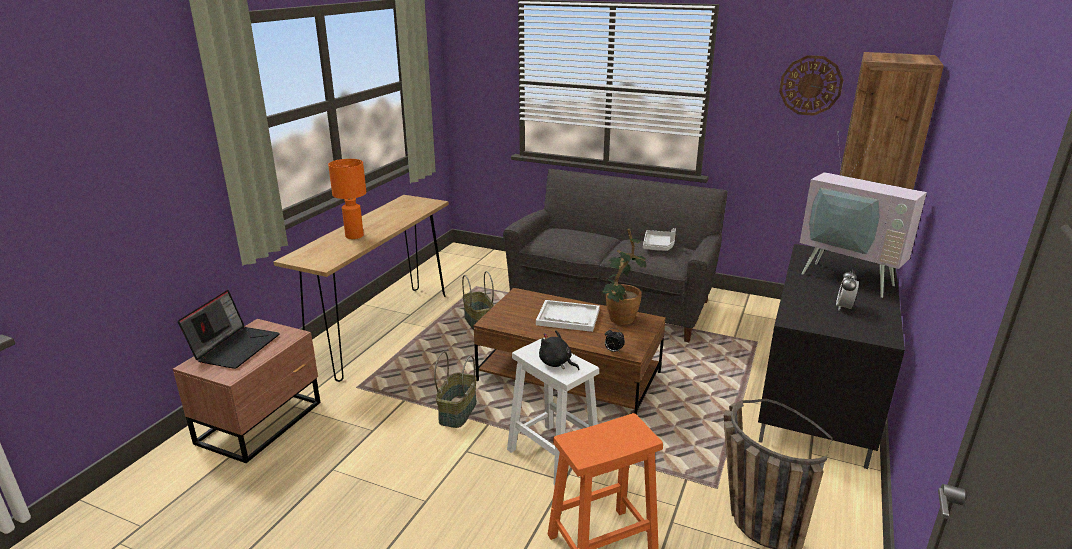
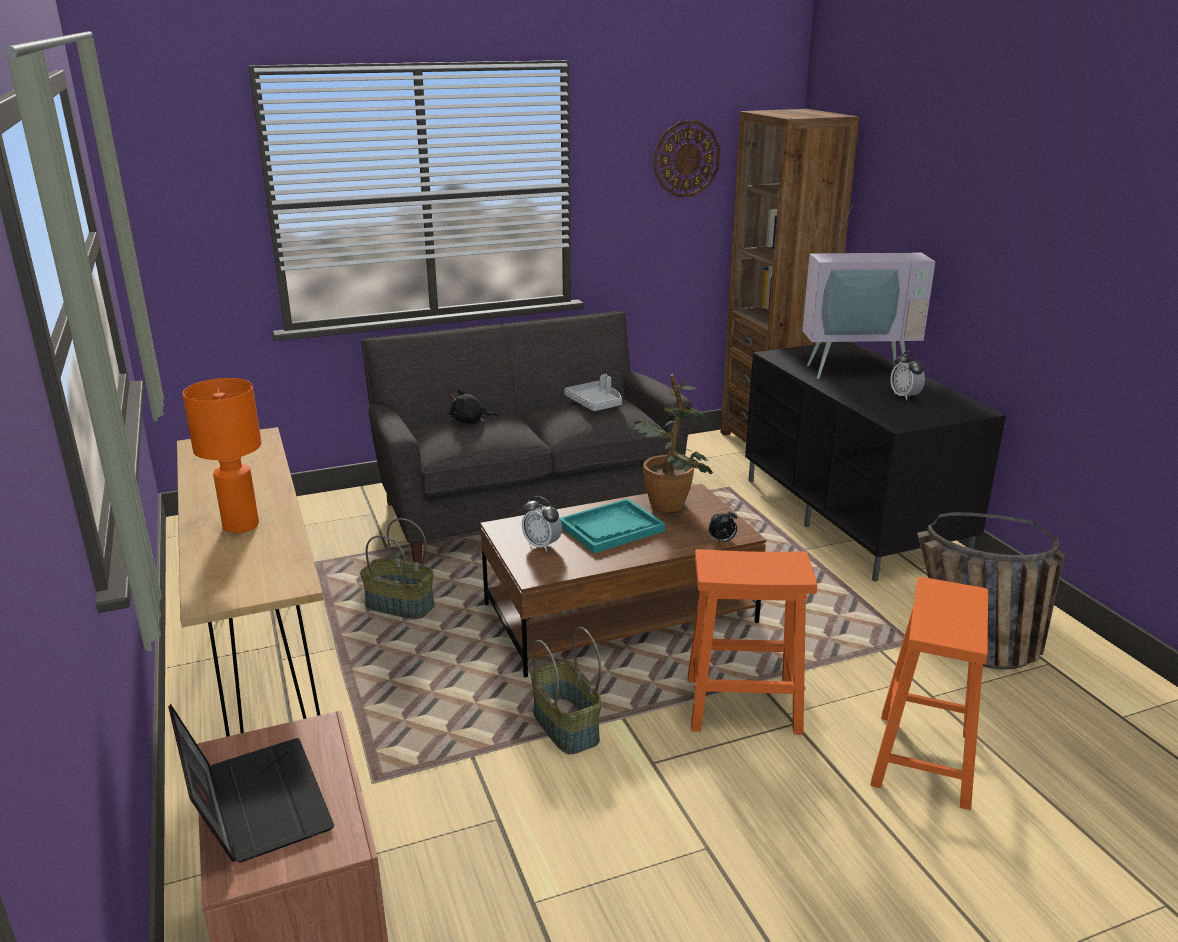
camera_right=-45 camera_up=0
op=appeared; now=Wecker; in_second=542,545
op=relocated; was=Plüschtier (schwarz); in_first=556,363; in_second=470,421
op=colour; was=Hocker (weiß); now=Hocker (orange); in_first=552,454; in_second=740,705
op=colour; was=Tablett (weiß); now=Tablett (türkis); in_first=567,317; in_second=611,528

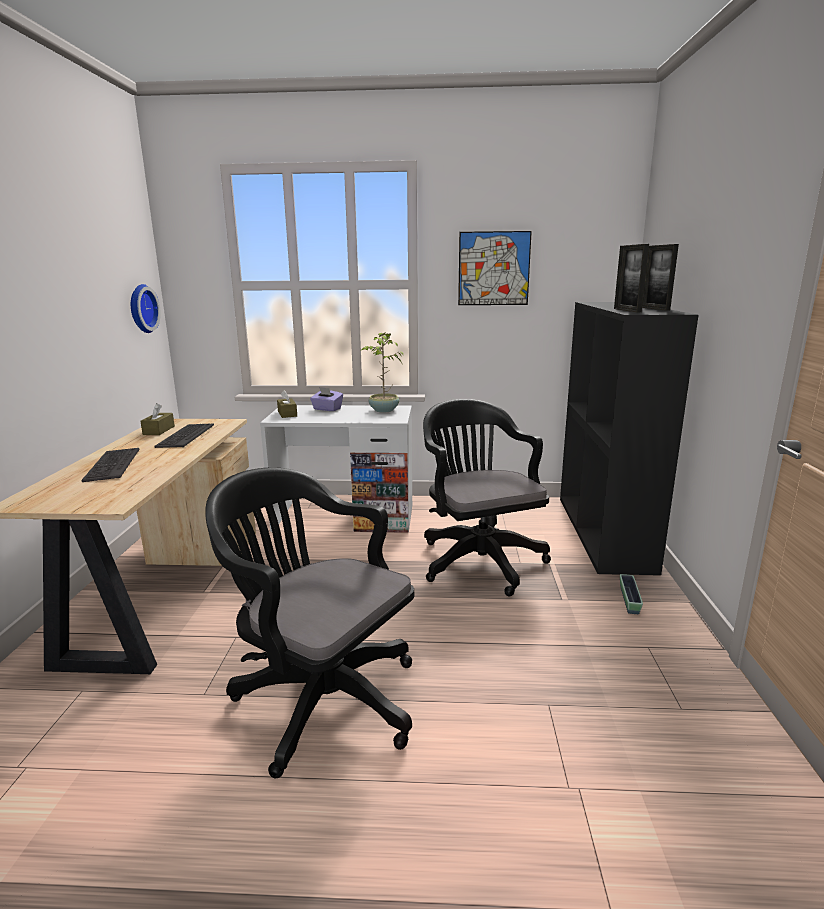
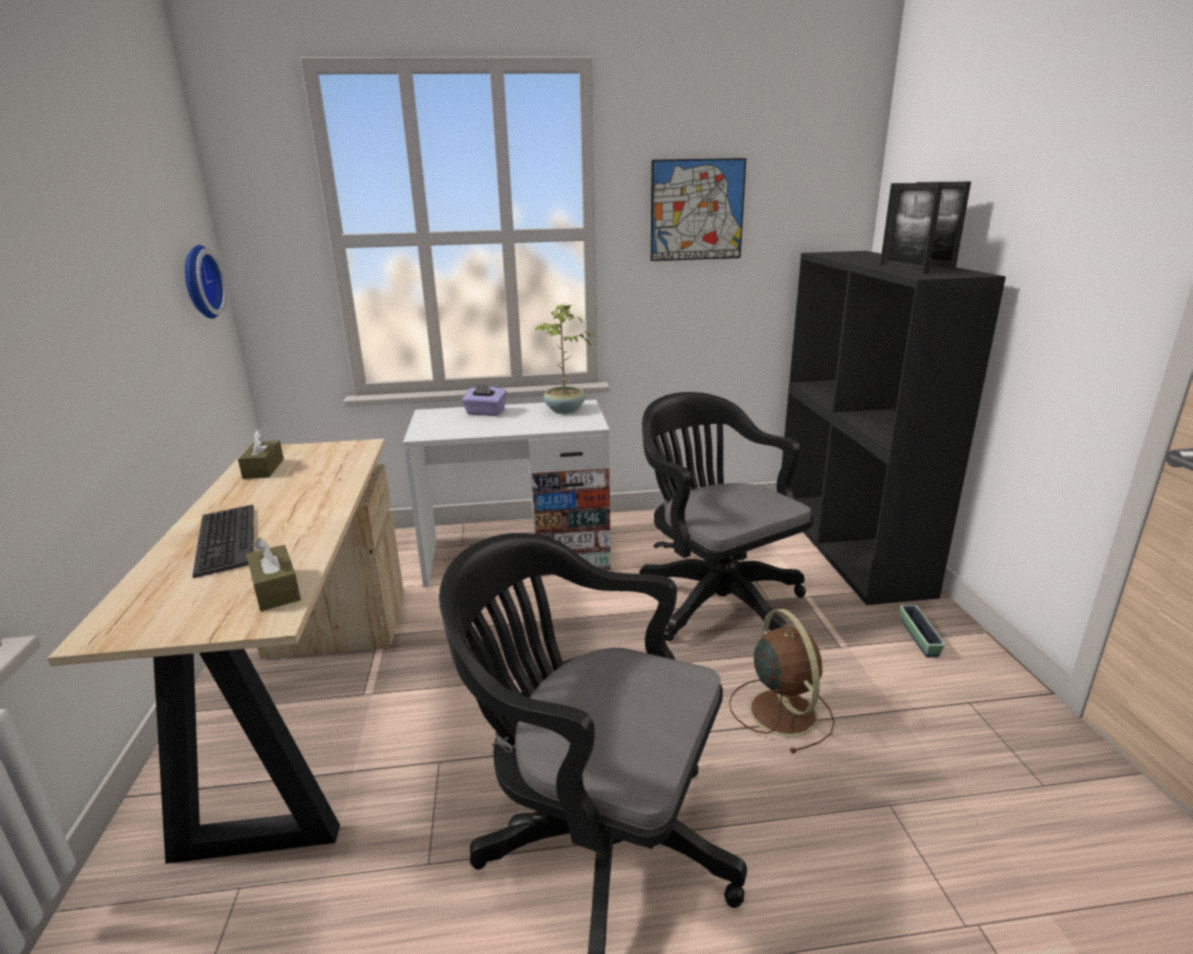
camera_right=-10 camera_up=5
op=missing; was=Tastatur; in_first=185,436
op=appeared; now=Ventilator (braun); in_second=781,710
op=relocated; was=Taschentuchbox (braun); in_first=287,414; in_second=276,589

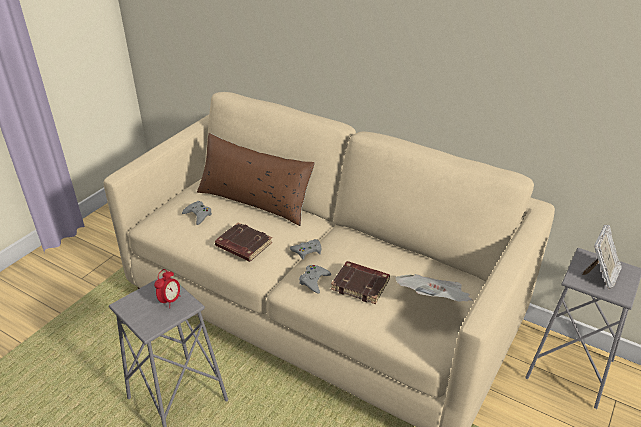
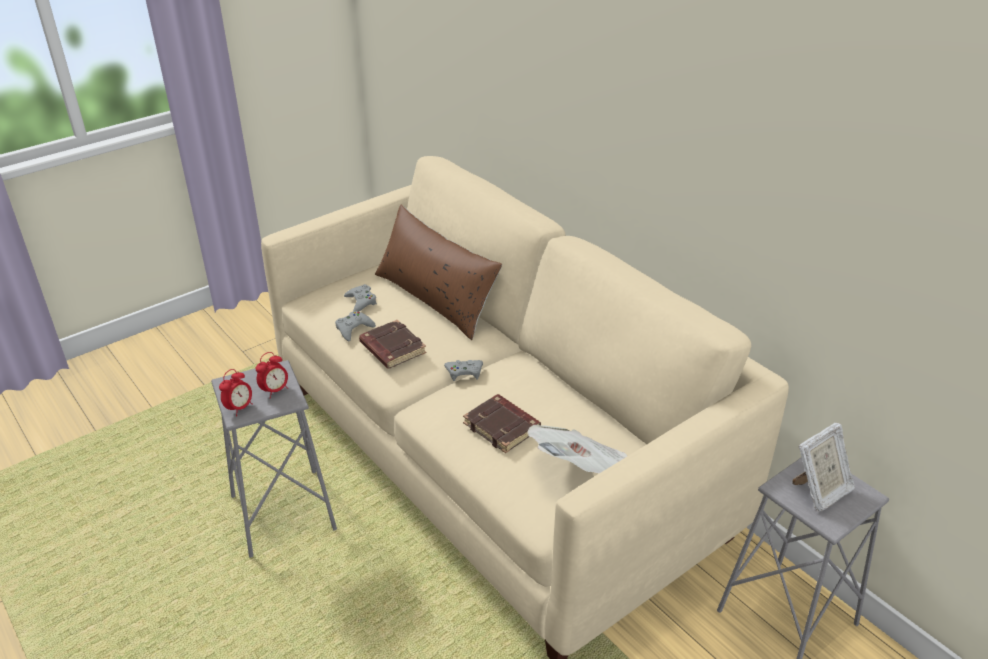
camera_right=20 camera_up=0
op=appeared; now=Wecker; in_second=239,408
op=relocated; was=Gamepad (grau); in_first=314,281; in_second=353,329

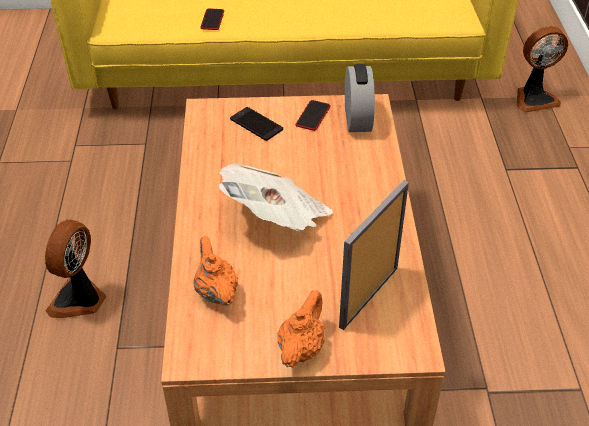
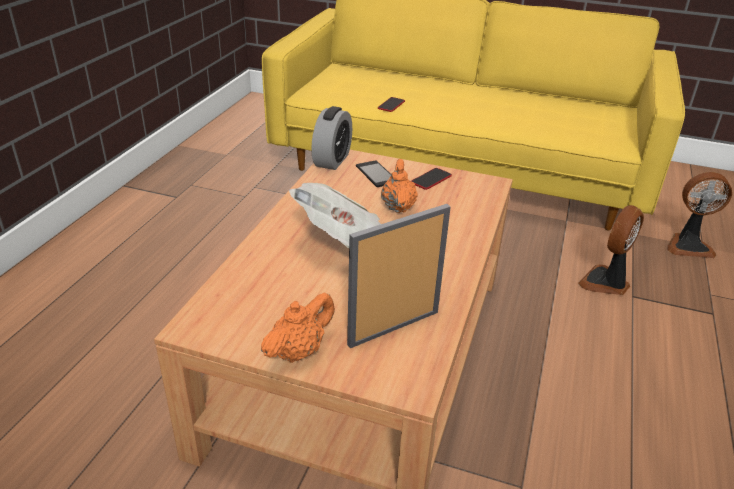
camera_right=20 camera_up=-10
op=relocated; was=Ventilator; in_first=80,299; in_second=606,283
op=relocated; was=Teekanne (orange); in_first=216,291; in_second=398,206
op=relocated; was=Wecker; in_first=357,119; in_second=332,160

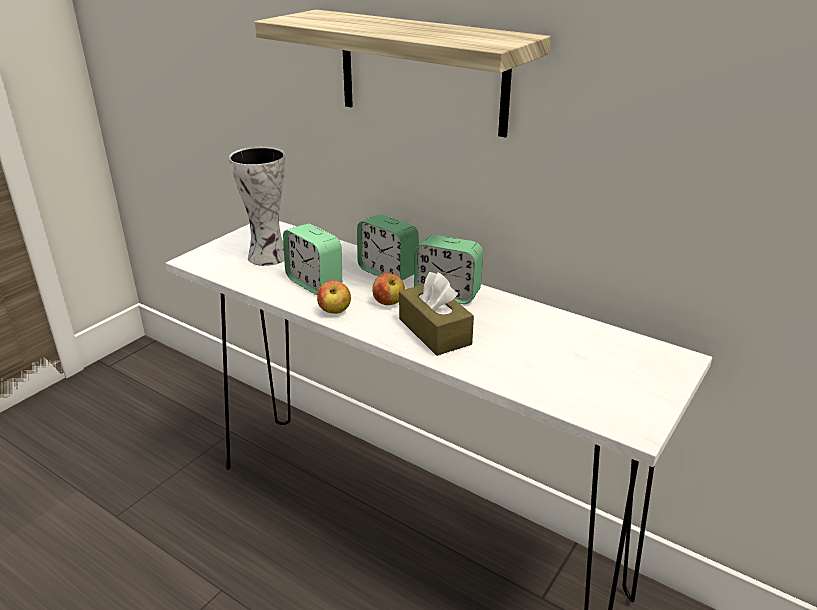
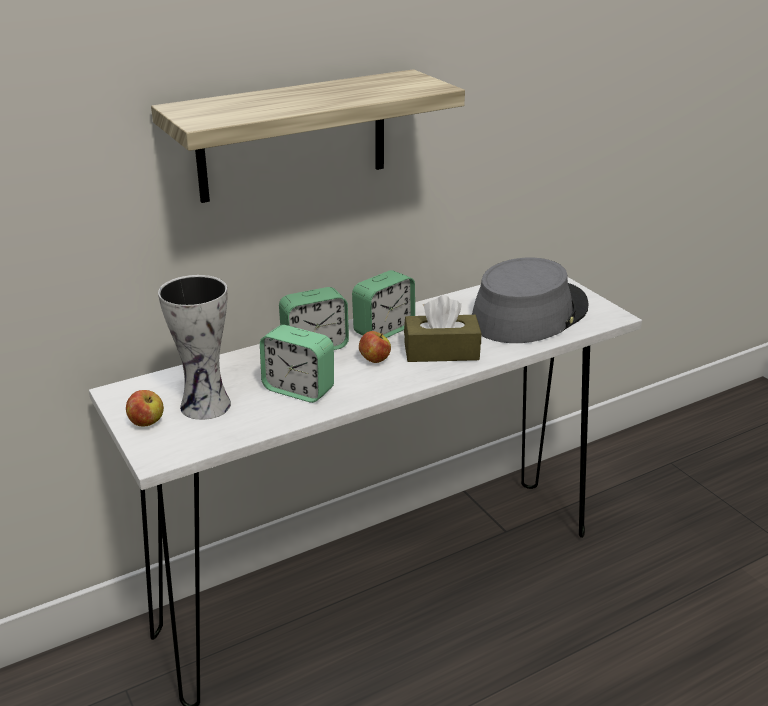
camera_right=-65 camera_up=0
op=appeared; now=Hut (grau); in_second=529,314
op=relocated; was=Apfel; in_first=334,311; in_second=147,423
op=spun; was=Wecker; in_first=314,283; in_second=298,389; clockwise=45

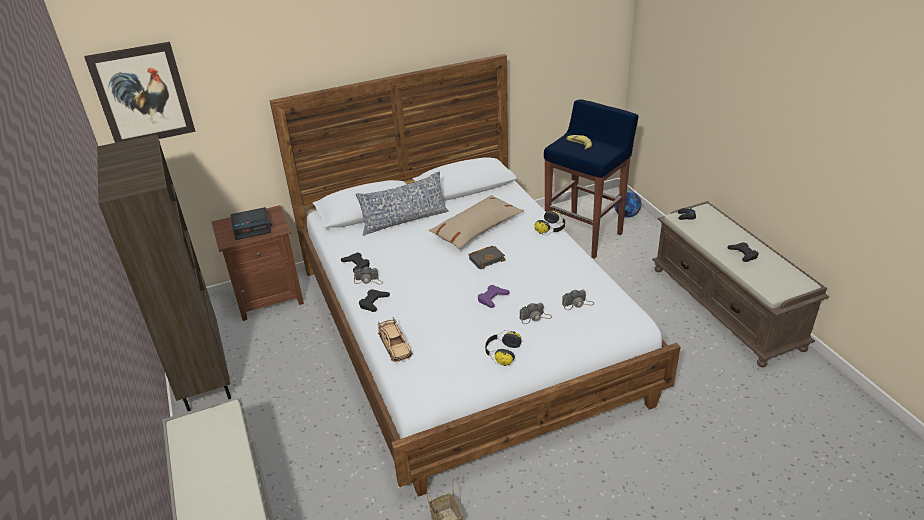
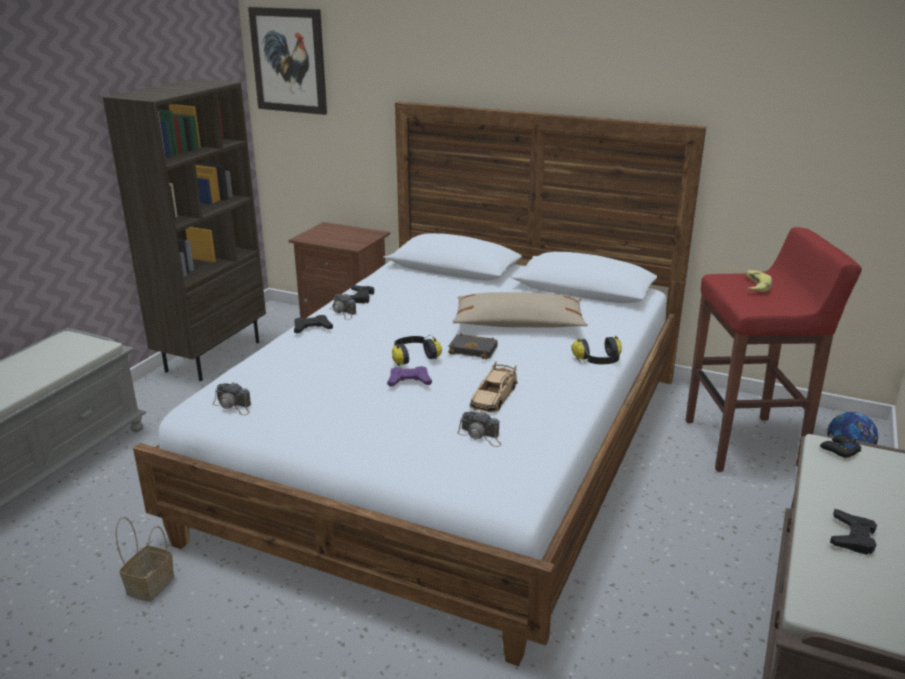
camera_right=45 camera_up=-10
op=missing; was=Wecker; in_first=252,227
op=missing; was=Kissen; in_first=404,220
op=relocated; was=Spielzeugauto (beige); in_first=395,345; in_second=493,397
op=relocated; was=Kopfhörer; in_first=502,353; in_second=413,357
op=relocated; was=Kamera; in_first=535,317; in_second=233,406
op=colour; was=Hocker (blau); now=Hocker (rot); in_first=584,236; in_second=745,444

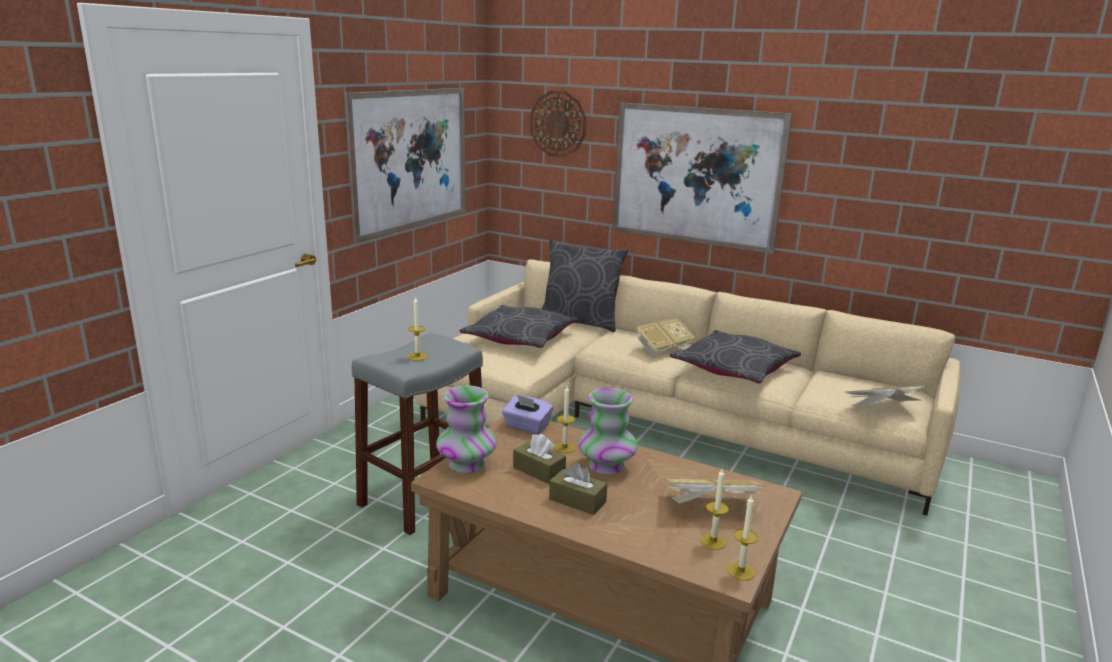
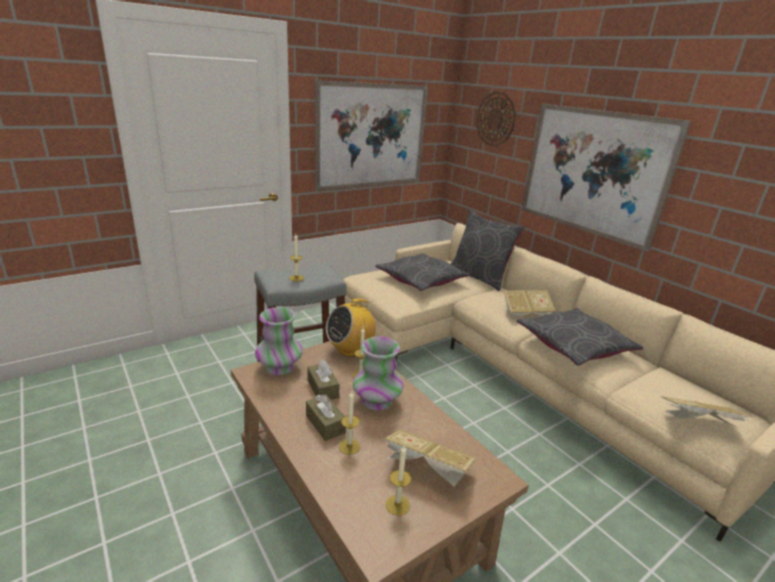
camera_right=25 camera_up=5
op=relocated; was=Kerze; in_first=740,571; in_second=349,446
op=exchanged; was=Taschentuchbox (lila); now=Radio; in_first=527,427; in_second=350,350

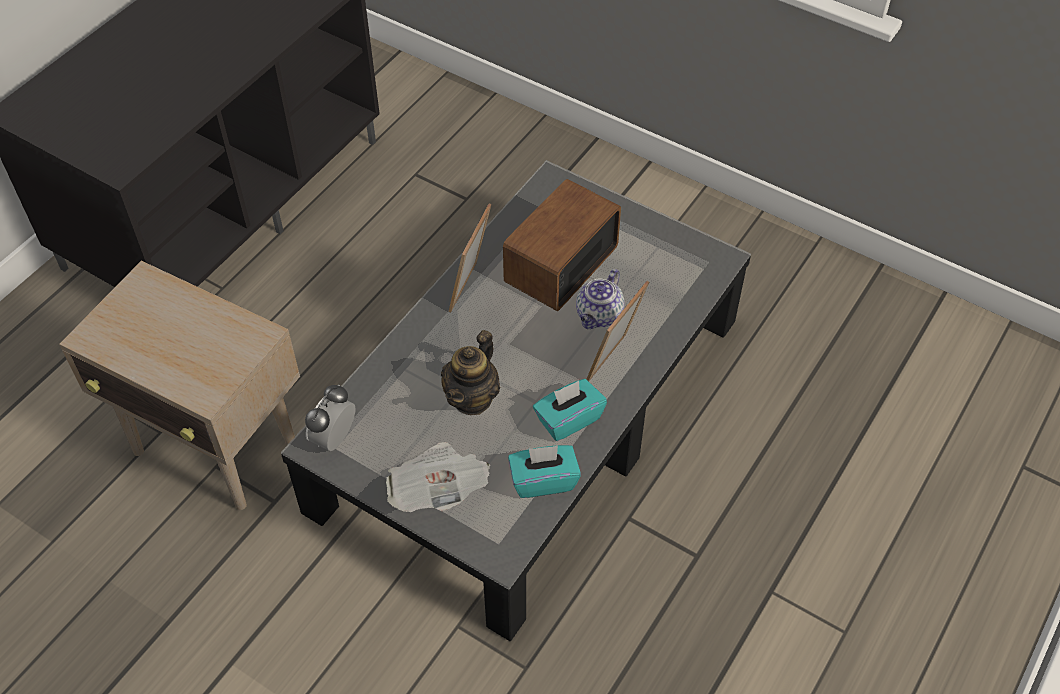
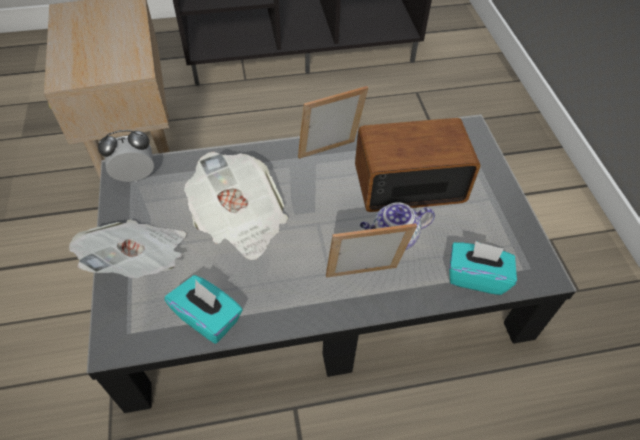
camera_right=45 camera_up=0
op=relocated; was=Taschentuchbox (türkis); in_first=568,419; in_second=476,277
op=exchanged; was=Teekanne; now=Zeitung; in_first=472,398; in_second=240,221

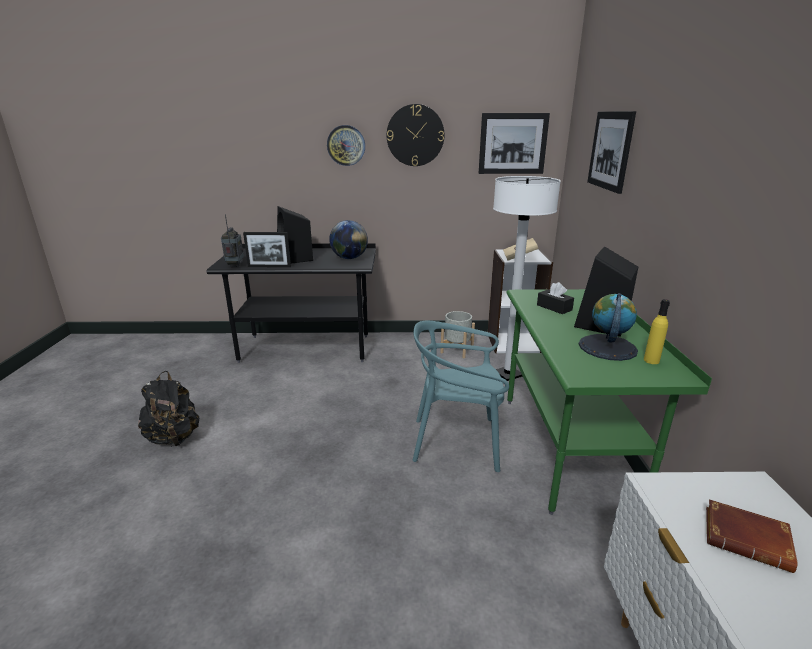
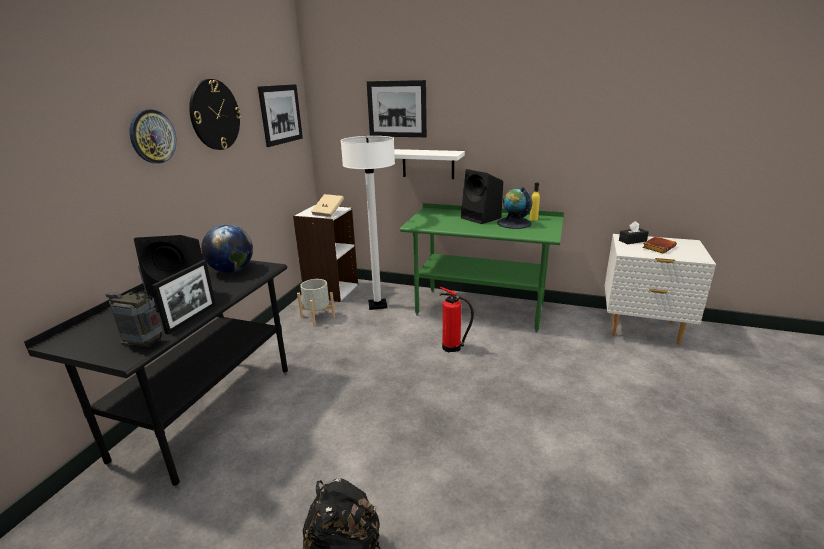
camera_right=-70 camera_up=0
op=appeared; now=Wandregal (weiß); in_second=428,164
op=relocated; was=Taschentuchbox (schwarz); in_first=554,307; in_second=632,241
op=exchanged; was=Stuhl (türkis); now=Feuerlöscher; in_first=456,442; in_second=453,348

